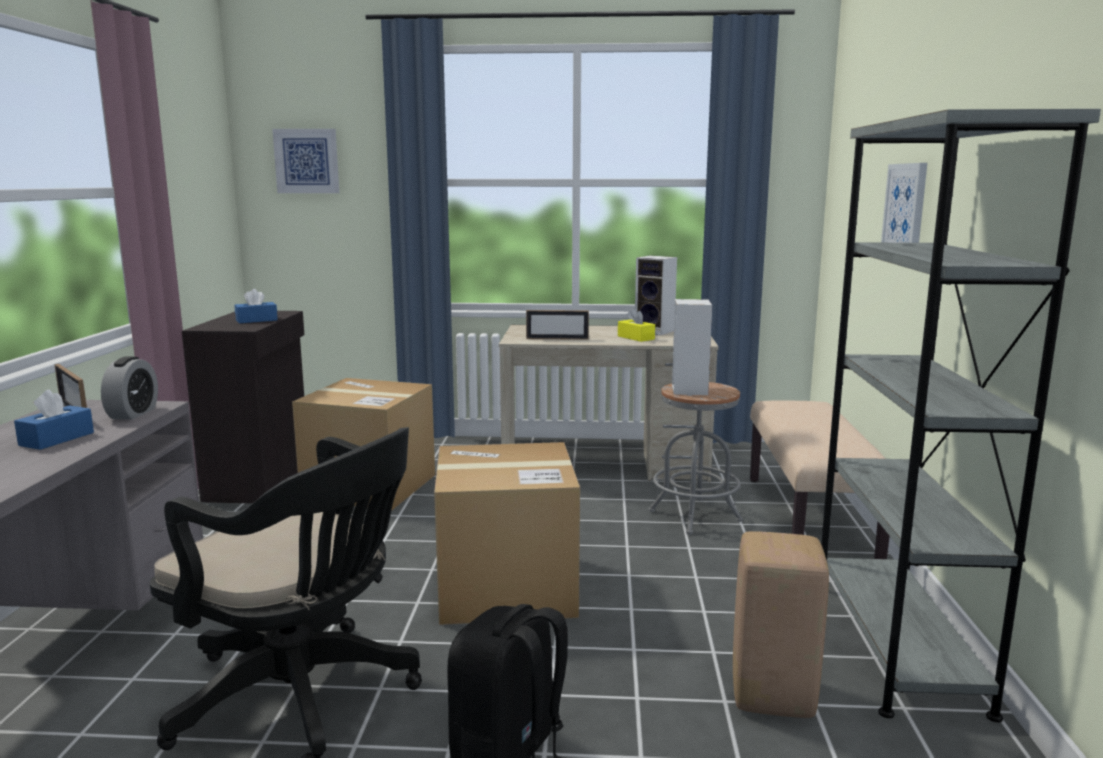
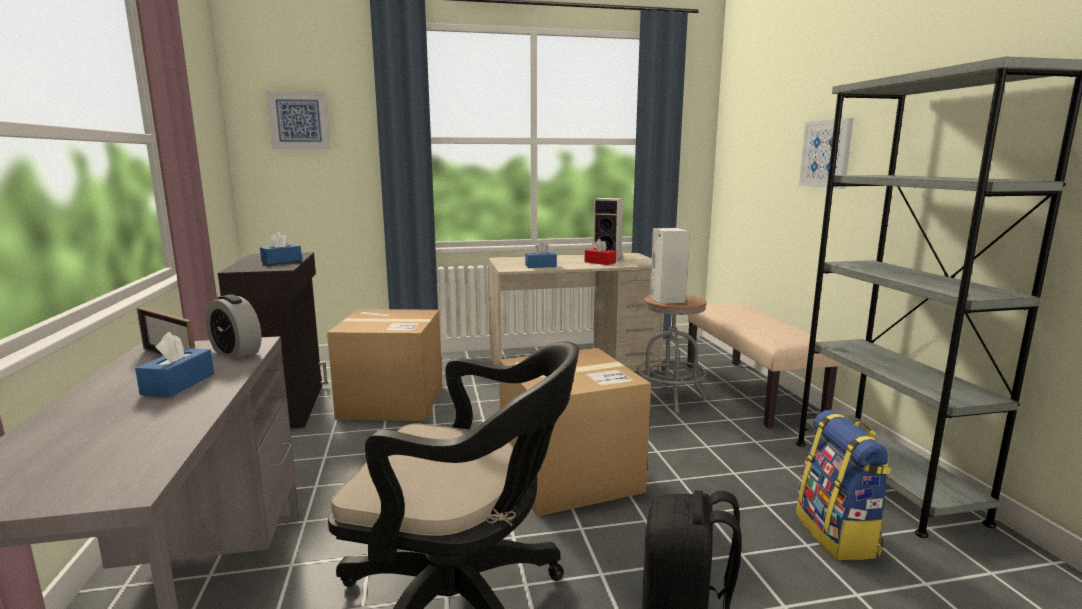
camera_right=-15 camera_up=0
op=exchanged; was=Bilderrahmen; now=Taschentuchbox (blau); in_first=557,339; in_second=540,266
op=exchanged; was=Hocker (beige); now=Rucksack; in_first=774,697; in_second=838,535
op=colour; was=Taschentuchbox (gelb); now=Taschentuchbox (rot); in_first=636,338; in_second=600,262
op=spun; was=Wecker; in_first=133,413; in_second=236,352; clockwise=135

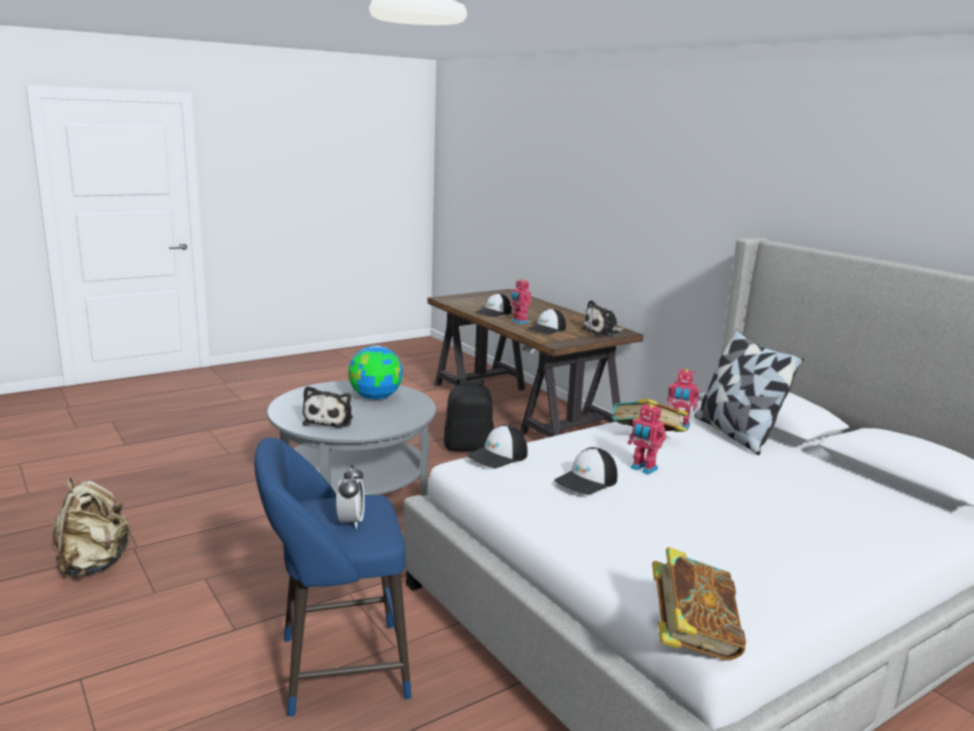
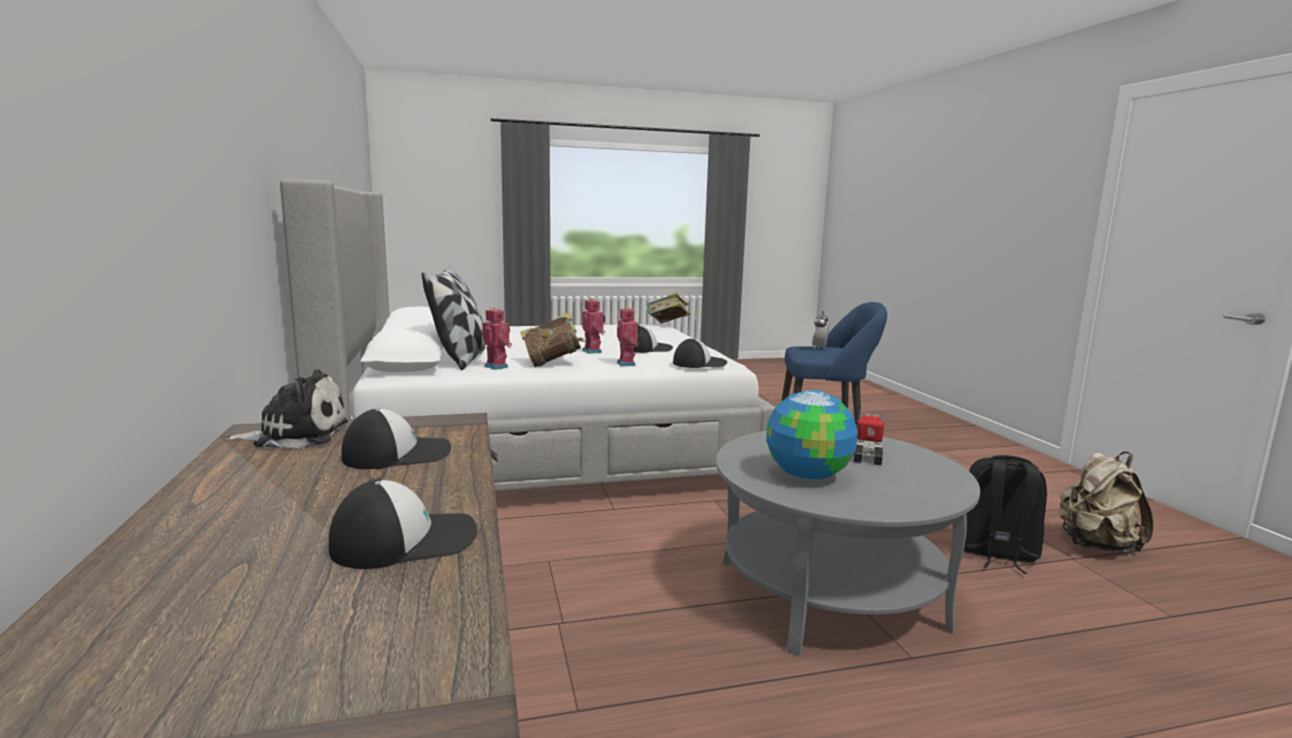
camera_right=-160 camera_up=-5
op=relocated; was=Rucksack (schwarz); in_first=468,447; in_second=995,554
op=relocated; was=Spielzeugroboter; in_first=519,322; in_second=627,364
op=exchanged; was=Plüschtier; now=Spielzeuglaster; in_first=330,420; in_second=868,450

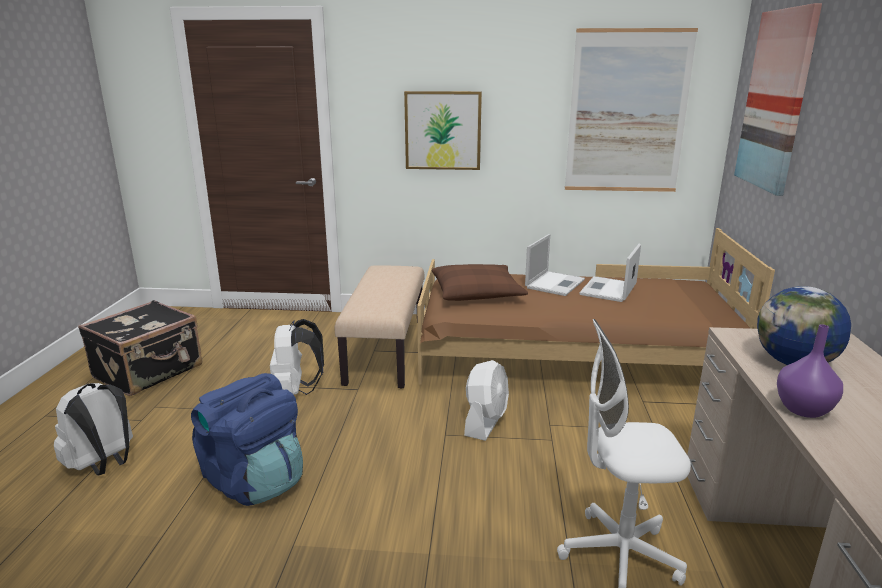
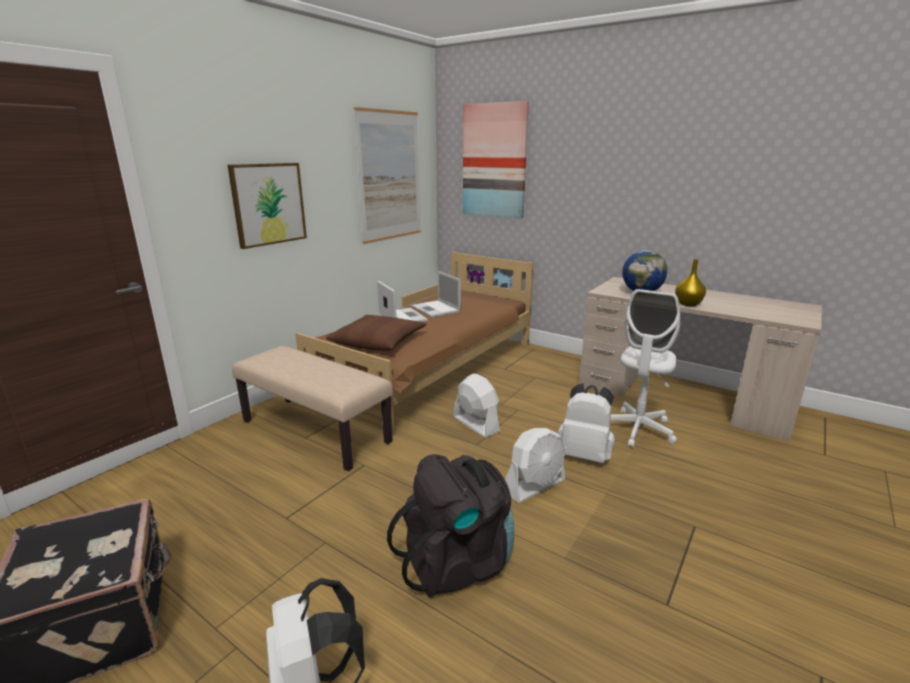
camera_right=-60 camera_up=0
op=appeared; now=Ventilator (weiß); in_second=535,486
op=relocated; was=Rucksack (weiß); in_first=296,391; in_second=584,455
op=colour; was=Rucksack (blau); now=Rucksack (schwarz); in_first=254,480; in_second=457,562
op=colour; was=Vase (lila); now=Vase (gelb); in_first=803,409; in_second=687,304

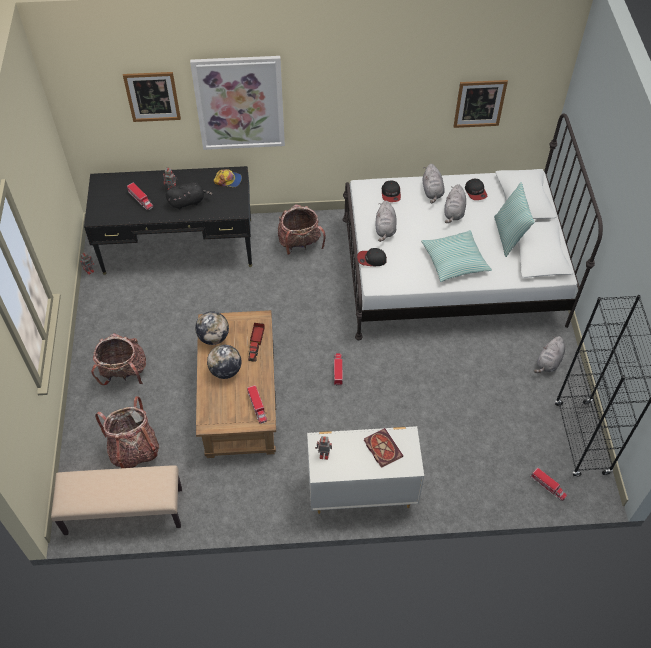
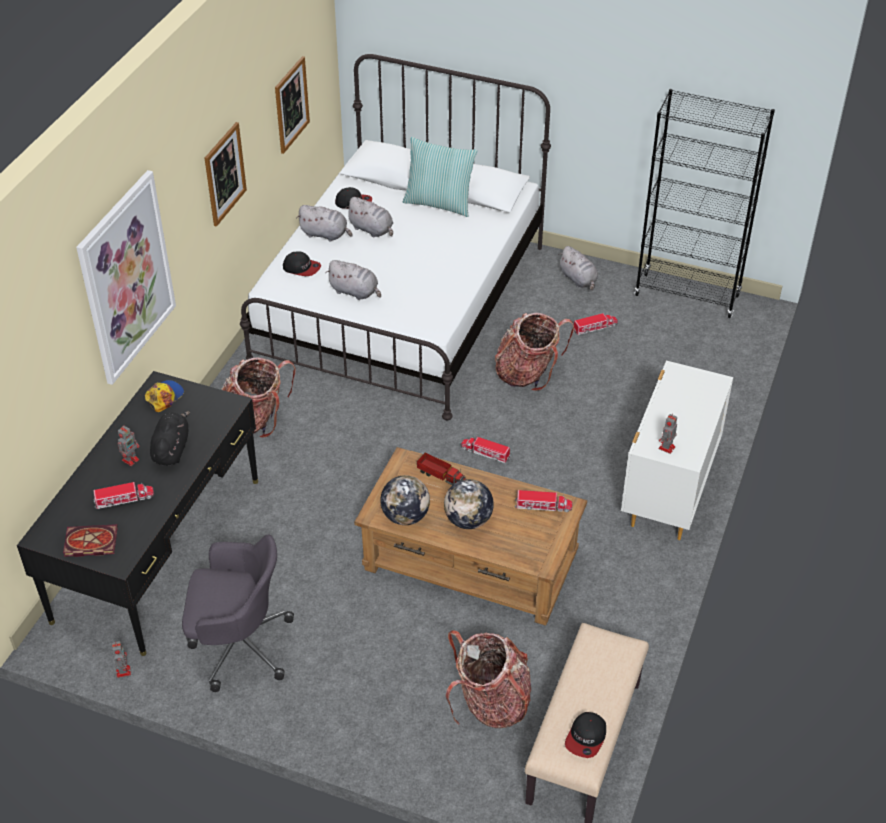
camera_right=-65 camera_up=-10
op=missing; was=Kissen; in_first=454,261
op=appeared; now=Bürostuhl (grau); in_second=238,645
op=relocated; was=Rucksack; in_first=123,372; in_second=528,373
op=relocated; was=Bild; in_first=152,96; in_second=224,174
op=relocated; was=Kappe; in_first=371,259; in_second=586,738
op=relocated; was=Buch; in_first=381,448; in_second=89,543
op=relocated; was=Spielzeuglaster; in_first=548,486; in_second=595,328

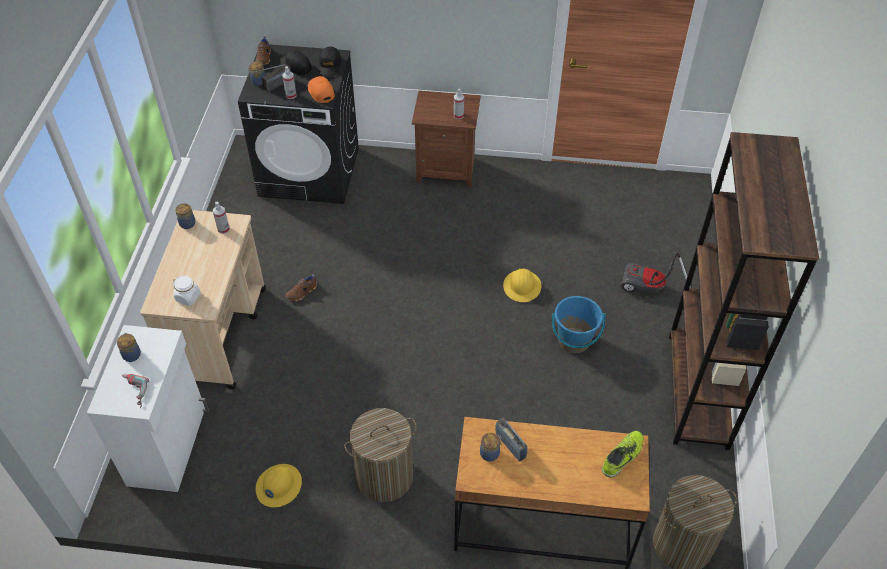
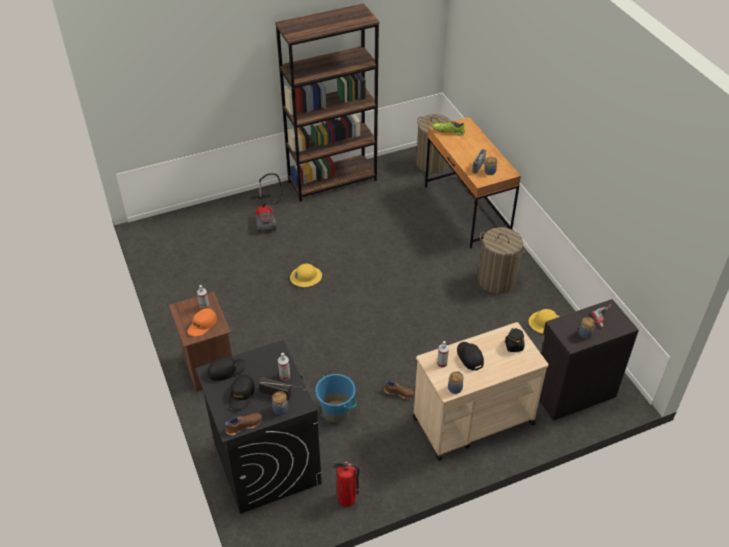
camera_right=-120 camera_up=-5
op=appeared; now=Feuerlöscher; in_second=347,498
op=appeared; now=Kappe (schwarz); in_second=469,357
op=relocated; was=Kappe (orange); in_first=320,92; in_second=202,325
op=relocated; was=Eimer (blau); in_first=574,341; in_second=336,411
op=colour; was=Schrank (weiß); now=Schrank (schwarz); in_first=169,445; in_second=572,393
op=colour; was=Vorratsglas (weiß); now=Vorratsglas (schwarz); in_first=188,297; in_second=514,346

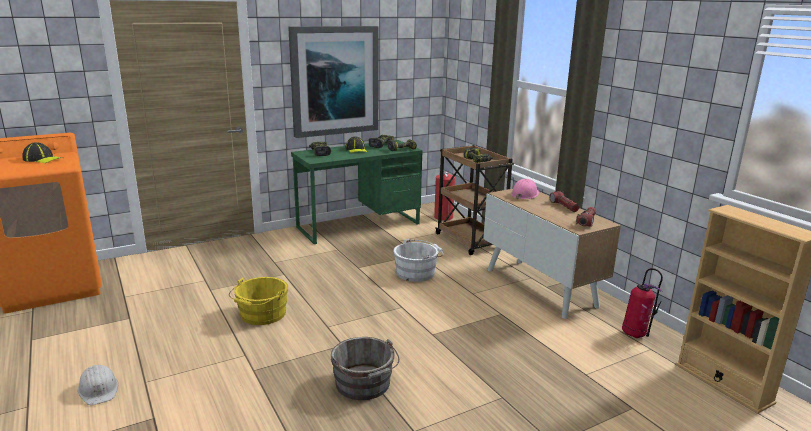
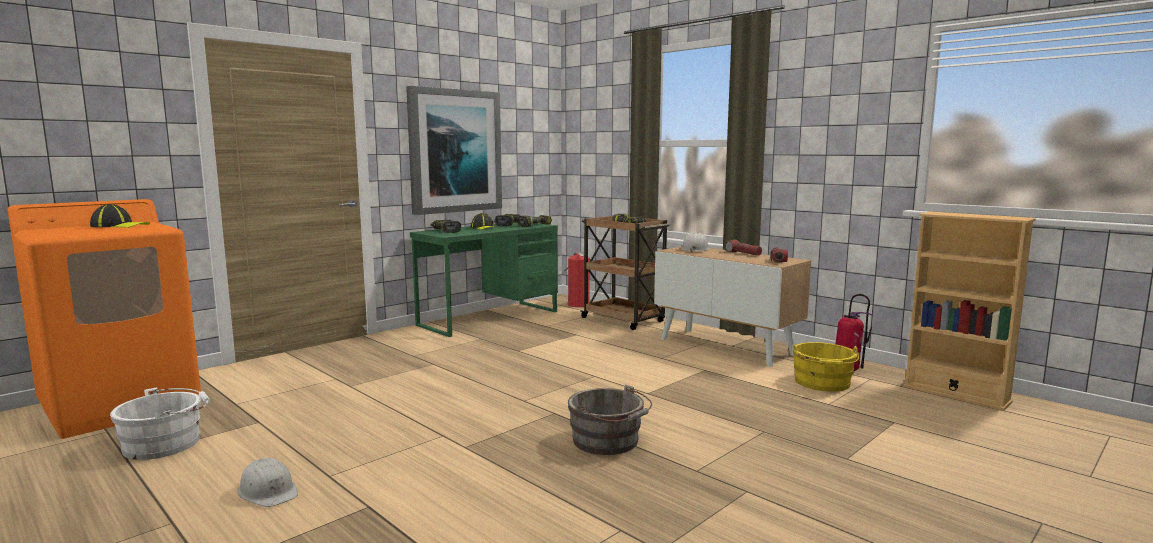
camera_right=-15 camera_up=-10
op=relocated; was=Eimer (gelb); in_first=261,315; in_second=823,383
op=relocated; was=Eimer (weiß); in_first=417,272; in_second=167,443
op=colour; was=Schutzhelm (rosa); now=Schutzhelm (weiß); in_first=524,194; in_second=695,249

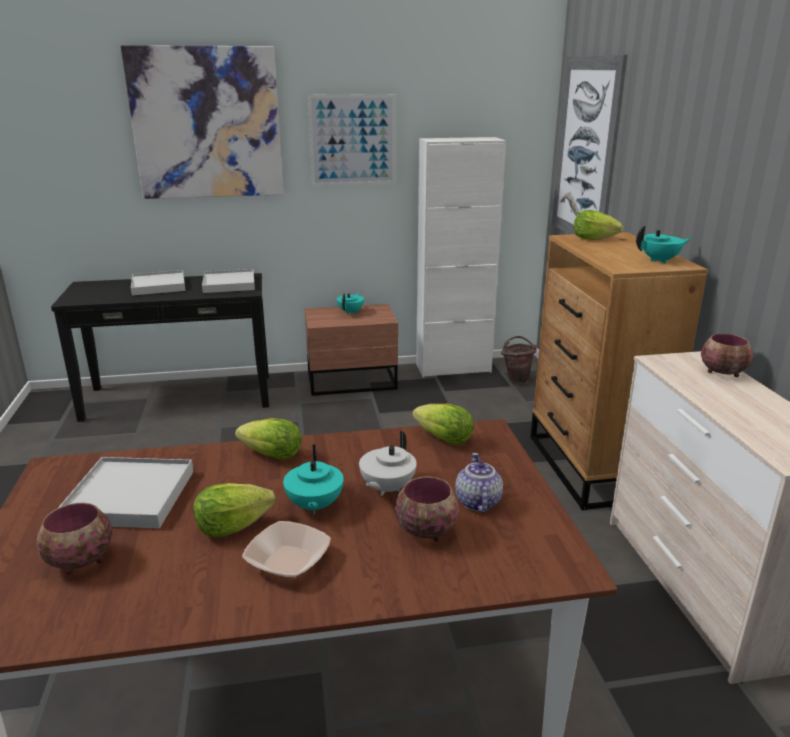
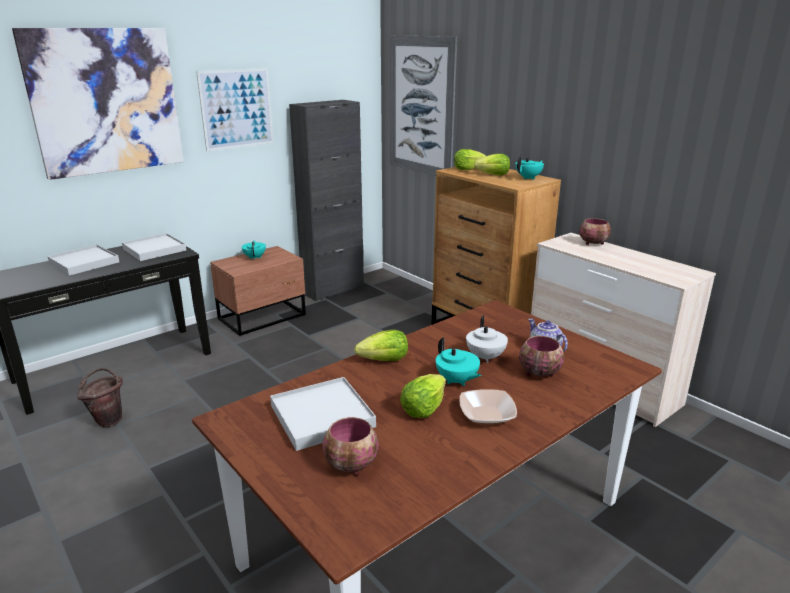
camera_right=-30 camera_up=0
op=relocated; was=Salatkopf; in_first=444,439; in_second=493,175
op=relocated; was=Eimer (braun); in_first=517,379; in_second=108,419
op=colour; was=Schrank (weiß); now=Schrank (schwarz); in_first=453,368; in_second=333,289

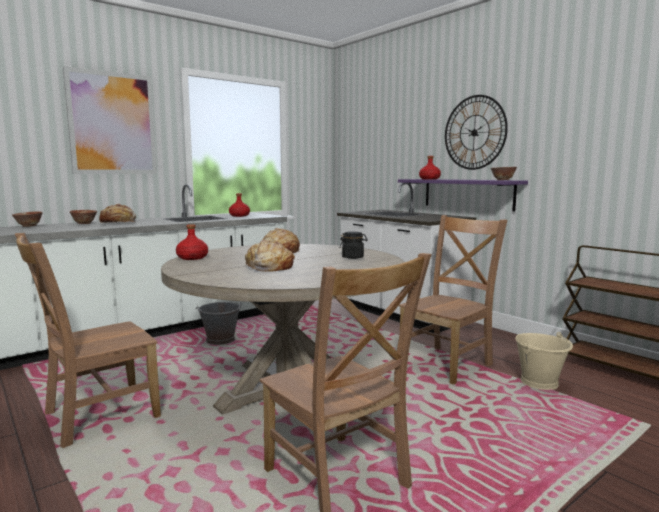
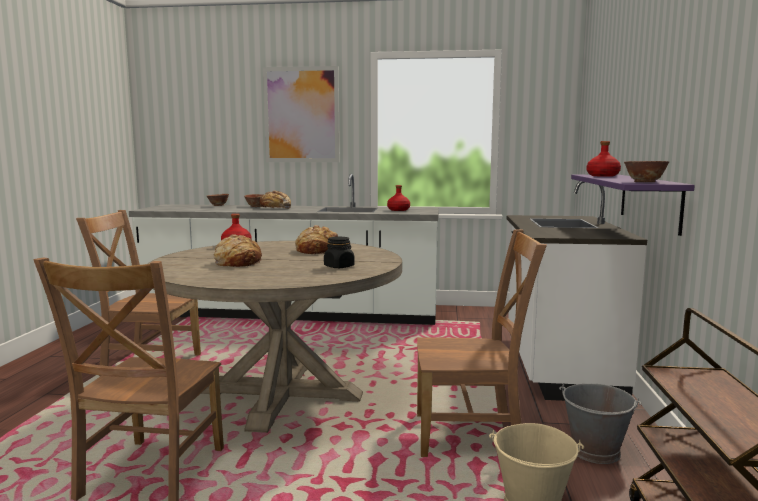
camera_right=45 camera_up=0
op=missing; was=Wanduhr; in_first=474,132
op=relocated; was=Eimer (grau); in_first=221,340; in_second=596,451

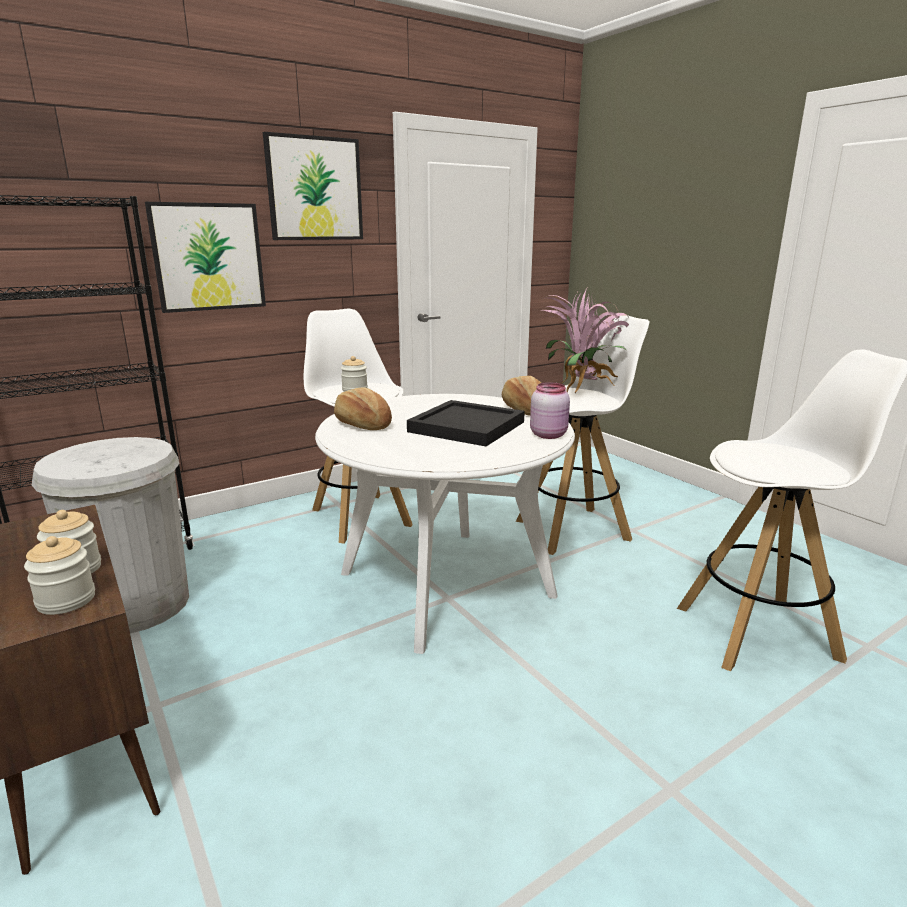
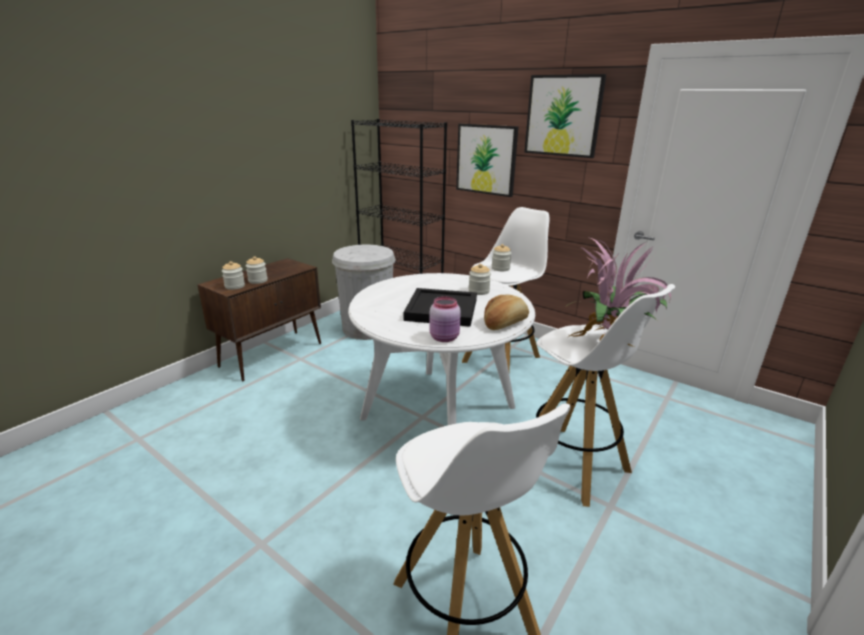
camera_right=70 camera_up=5
op=missing; was=Brot; in_first=362,424
op=appeared; now=Vorratsglas; in_second=479,291

